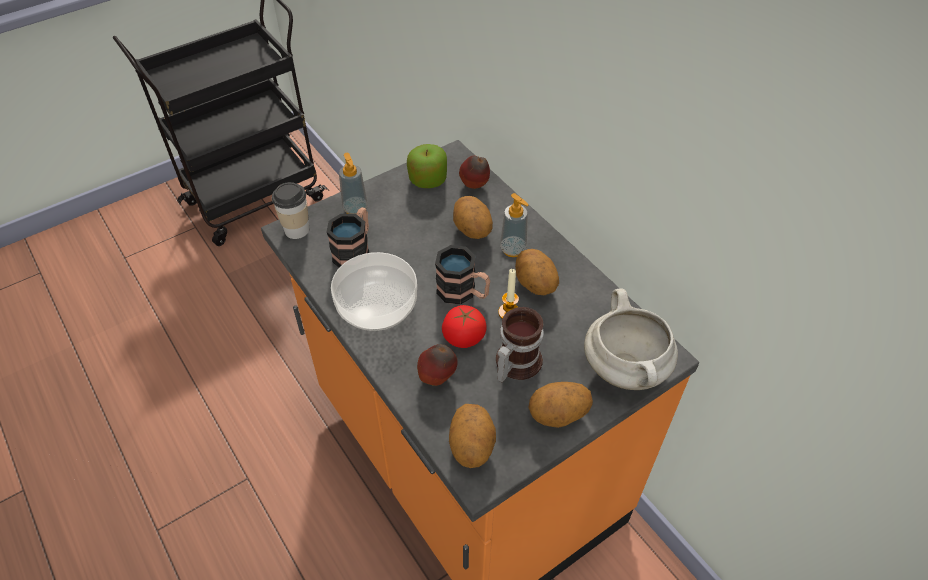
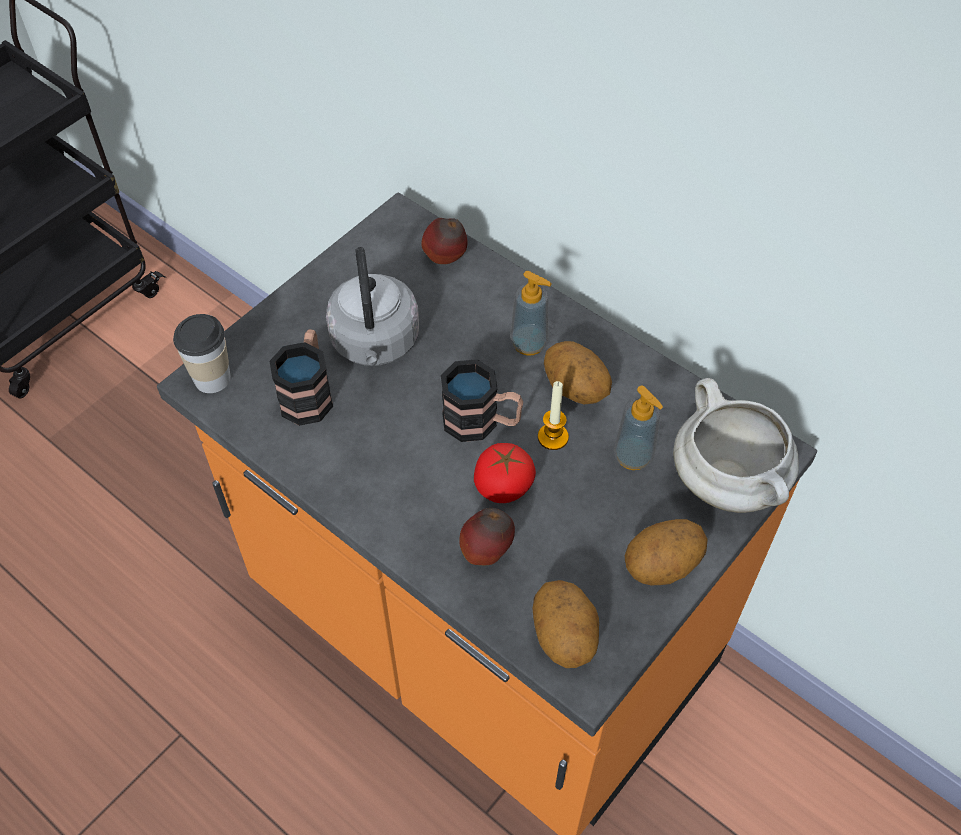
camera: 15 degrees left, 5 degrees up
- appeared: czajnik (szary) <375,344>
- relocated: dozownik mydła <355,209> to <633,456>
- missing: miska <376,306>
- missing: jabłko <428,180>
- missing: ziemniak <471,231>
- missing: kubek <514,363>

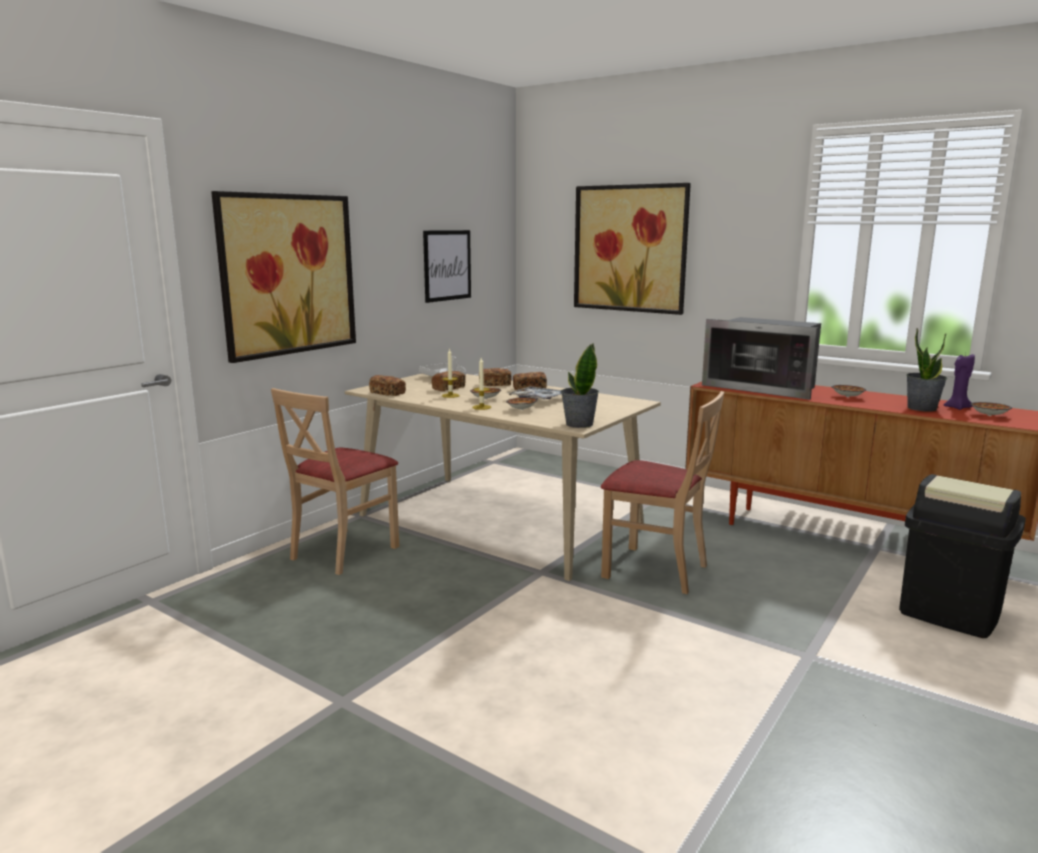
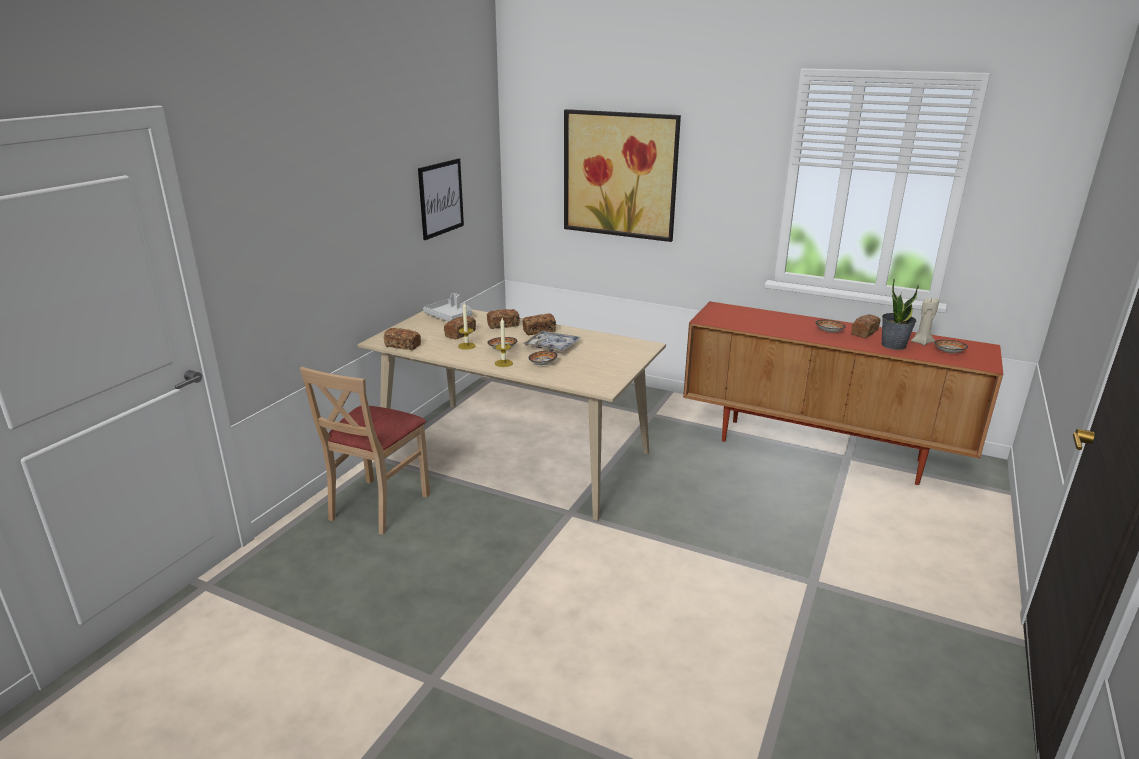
camera: 10 degrees left, 10 degrees up
- appeared: chleb <864,332>
- colour: świeca (fioletowy) <957,407> to świeca (beżowy) <921,342>
- missing: obraz <288,274>
- missing: roślina doniczkowa <578,424>
- missing: krzesło (beżowy) <655,570>
- missing: mikrofalówka <763,387>
- missing: kosz na śmieci (czarny) <949,613>

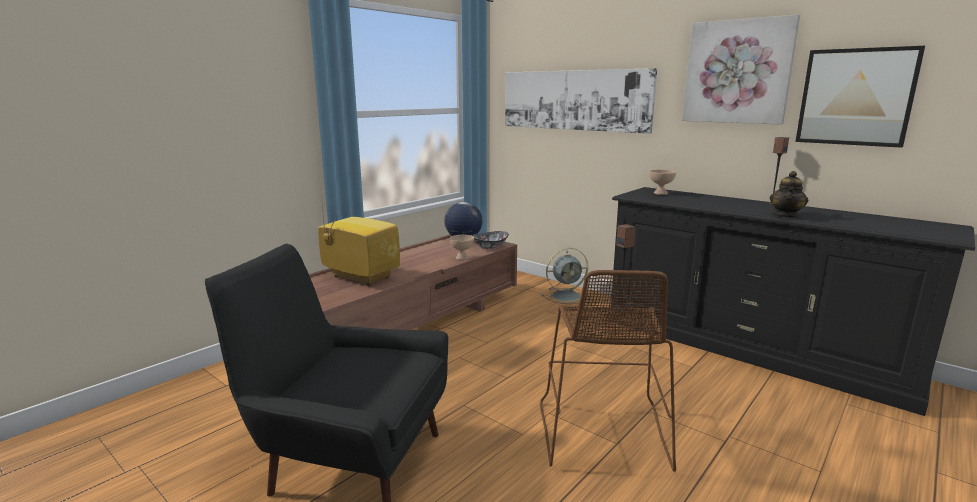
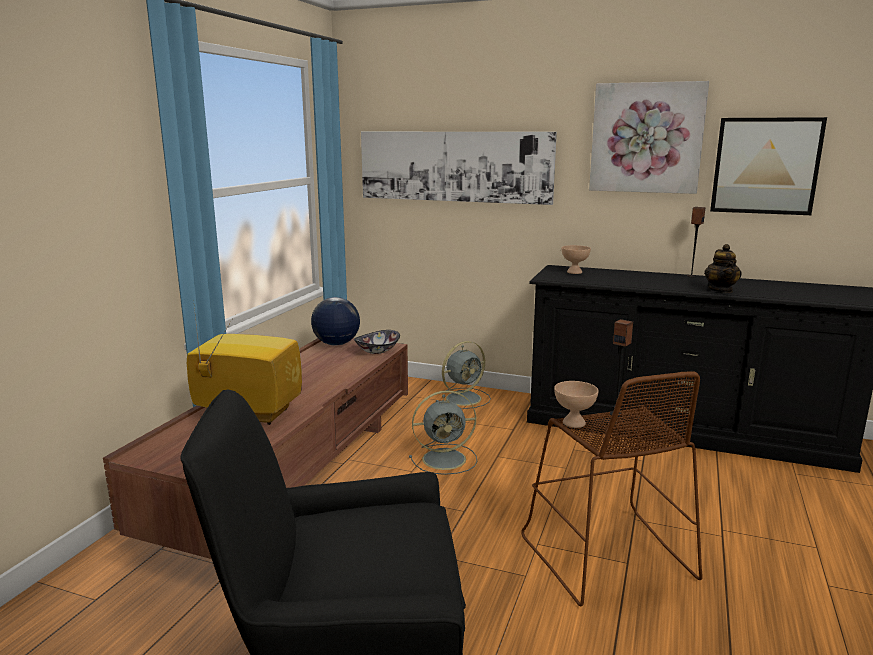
camera: 20 degrees left, 0 degrees up
- appeared: wentylator (szary) <446,459>
- relocated: miska (beżowy) <461,258> to <573,423>

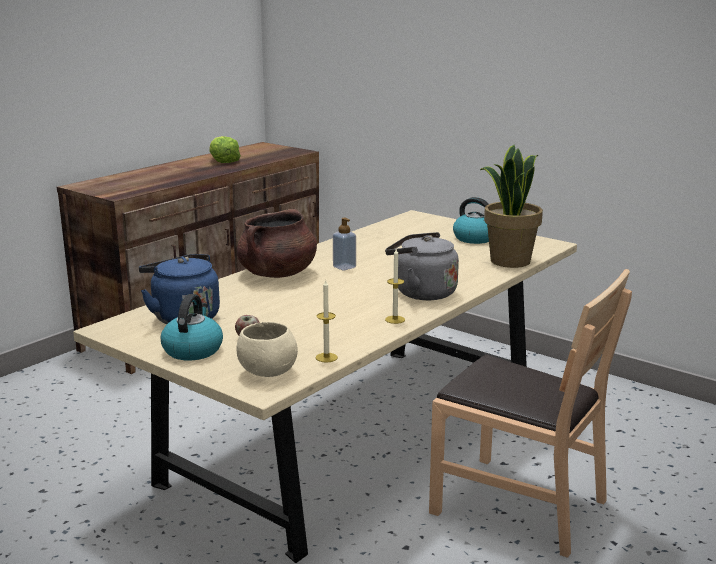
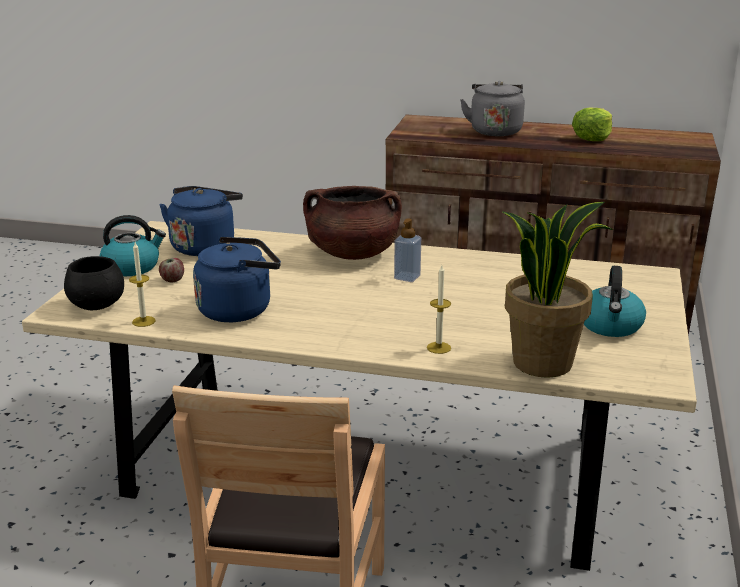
camera: 65 degrees right, 5 degrees up
- colour: miska (beżowy) <267,372> to miska (czarny) <97,305>
- appeared: czajnik (niebieski) <239,309>
- relocated: świeca <395,319> to <439,348>
- relocated: czajnik (szary) <421,293> to <495,131>

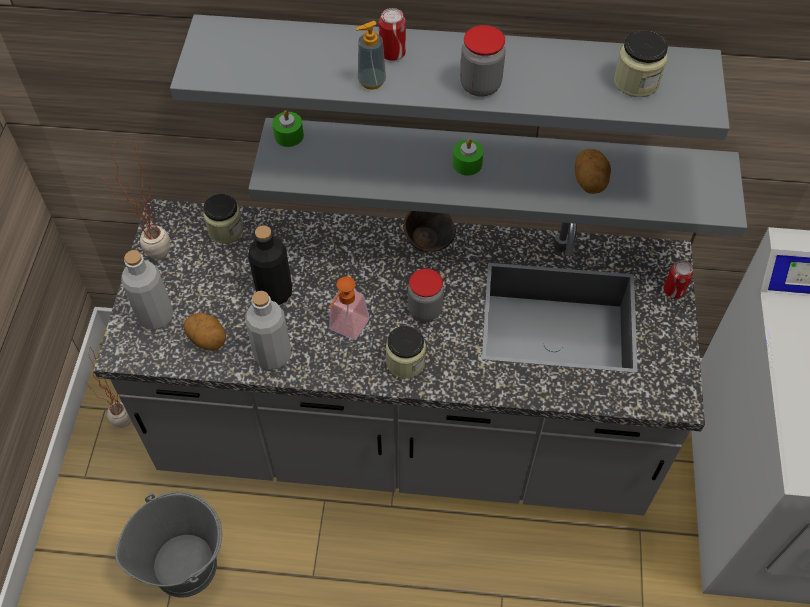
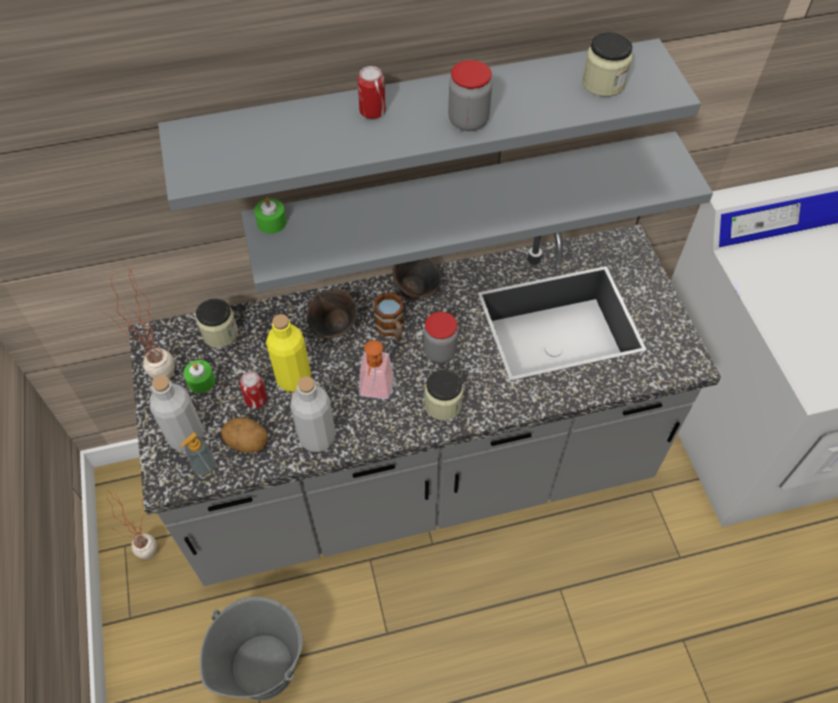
camera: 20 degrees left, 0 degrees up
- relocated: dozownik mydła <371,81> to <204,466>
- relocated: świeca (zielony) <467,164> to <201,381>
- relocated: puszka <673,290> to <256,400>
- colour: butelka (czarny) <275,293> to butelka (żółty) <293,378>
- appeared: miska (brązowy) <334,327>
- appeared: kubek <392,329>
- missing: ziemniak <590,182>

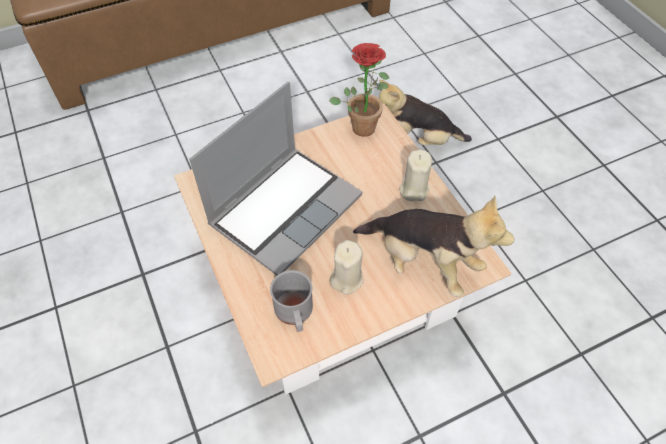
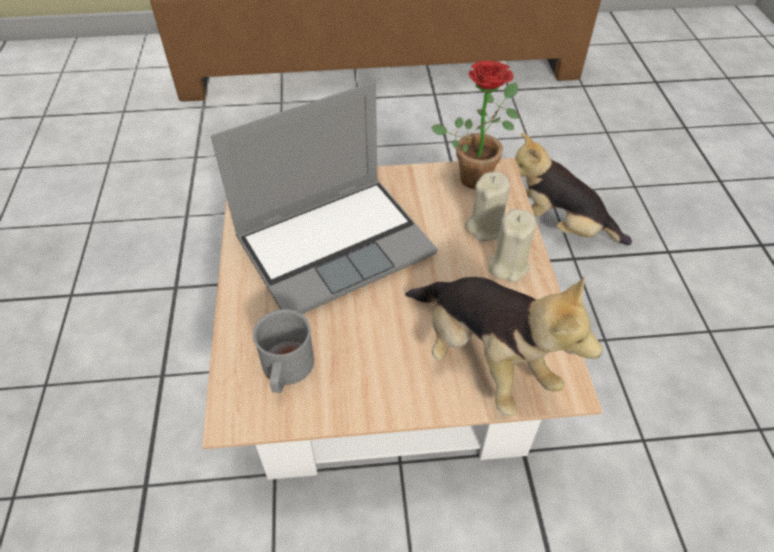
camera: 20 degrees right, 5 degrees down
- relocated: świeca (beżowy) <346,279> to <485,227>

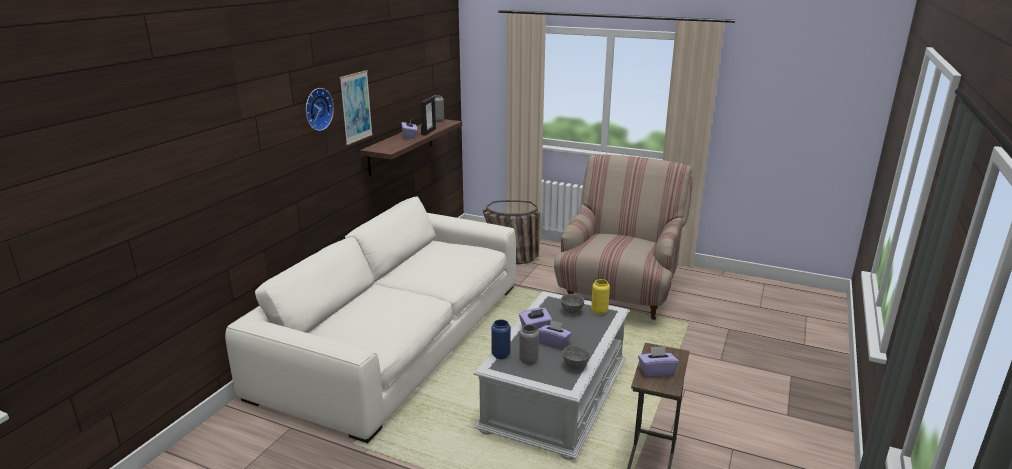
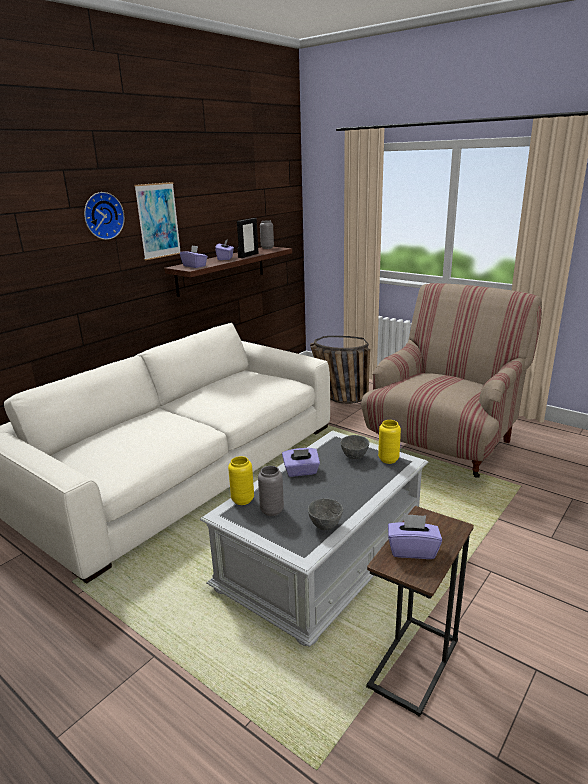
camera: 15 degrees right, 0 degrees up
- relocated: pudełko chusteczek (fioletowy) <554,343> to <194,266>
- colour: wazon (niebieski) <501,355> to wazon (żółty) <242,500>

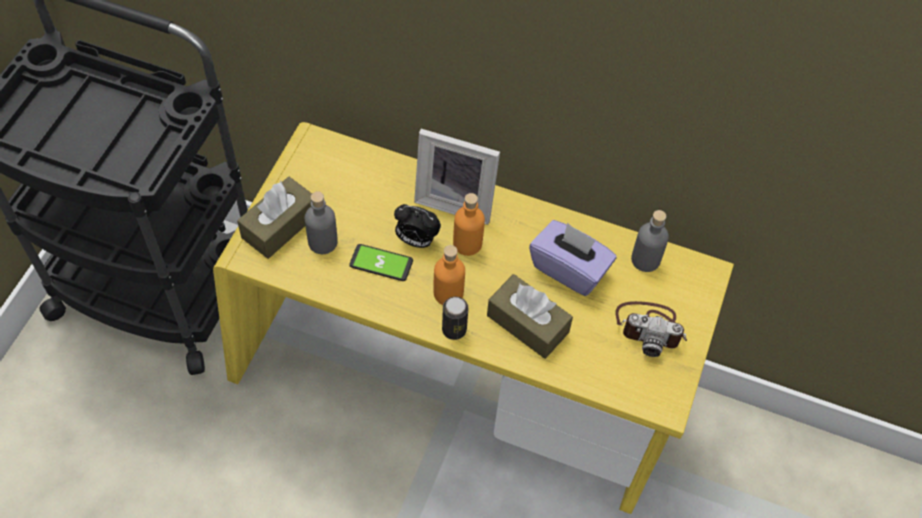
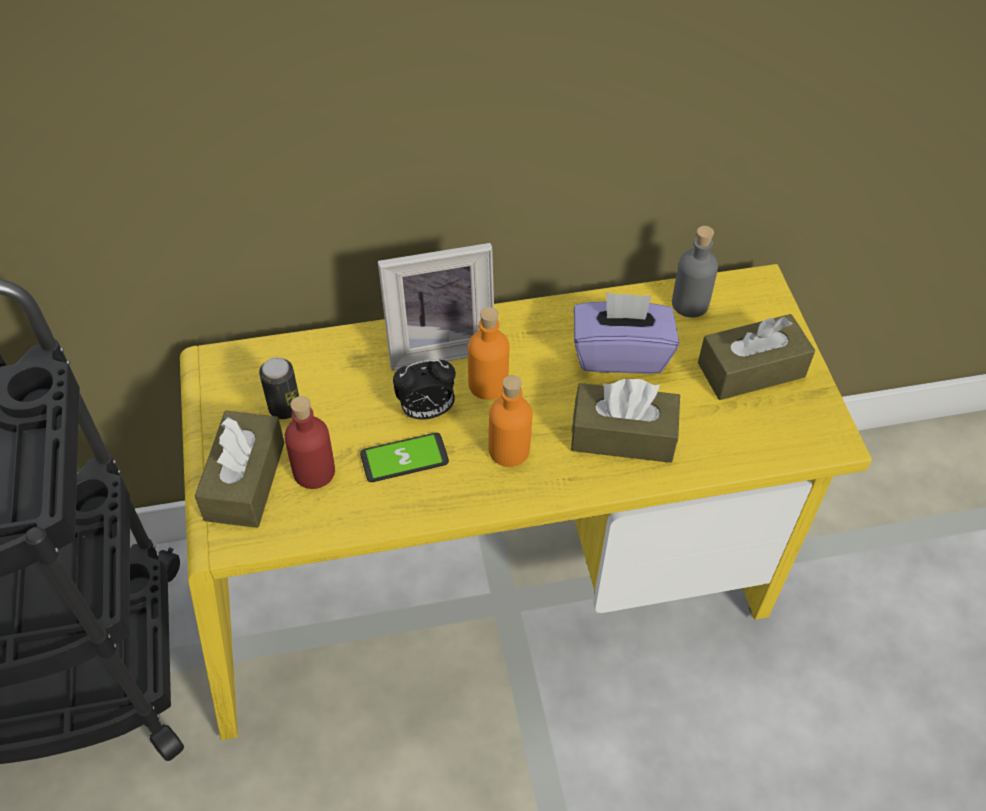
camera: 30 degrees left, 5 degrees down
- relocated: puszka <454,329> to <284,407>
- colour: butelka (szary) <323,242> to butelka (czerwony) <314,471>
- exchanged: aparat fotograficzny <650,327> to pudełko chusteczek (brązowy) <751,370>

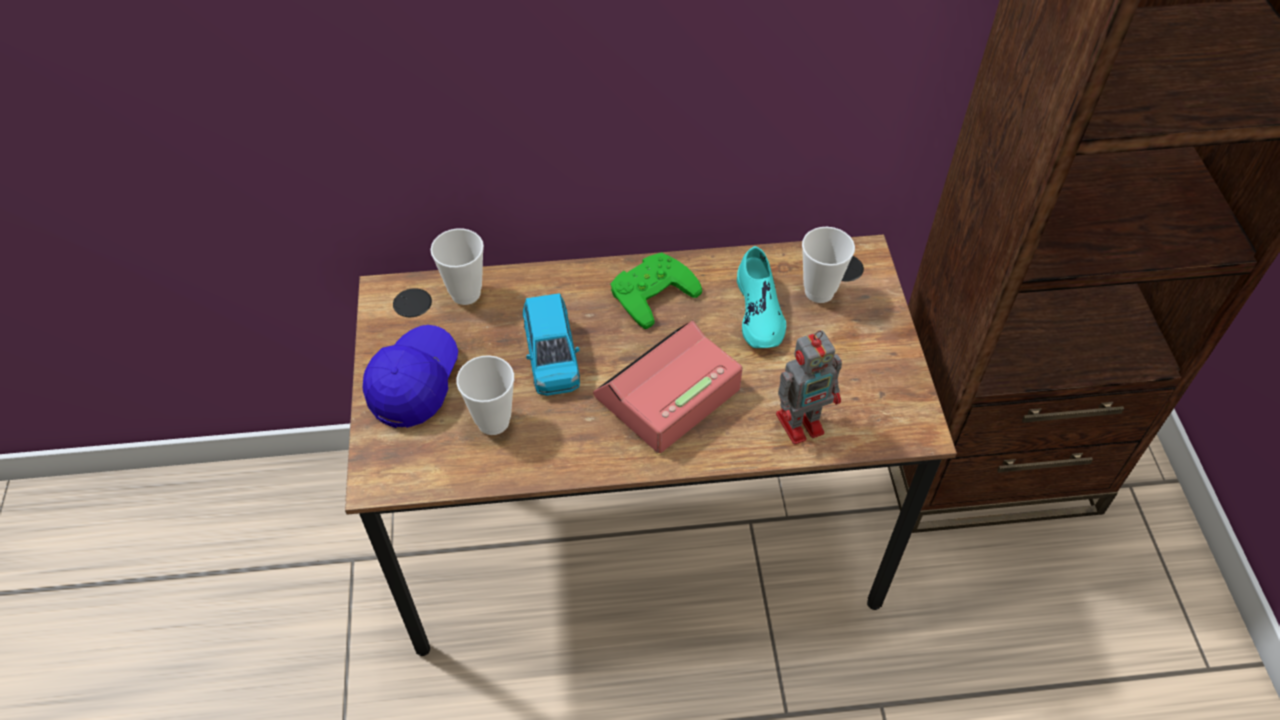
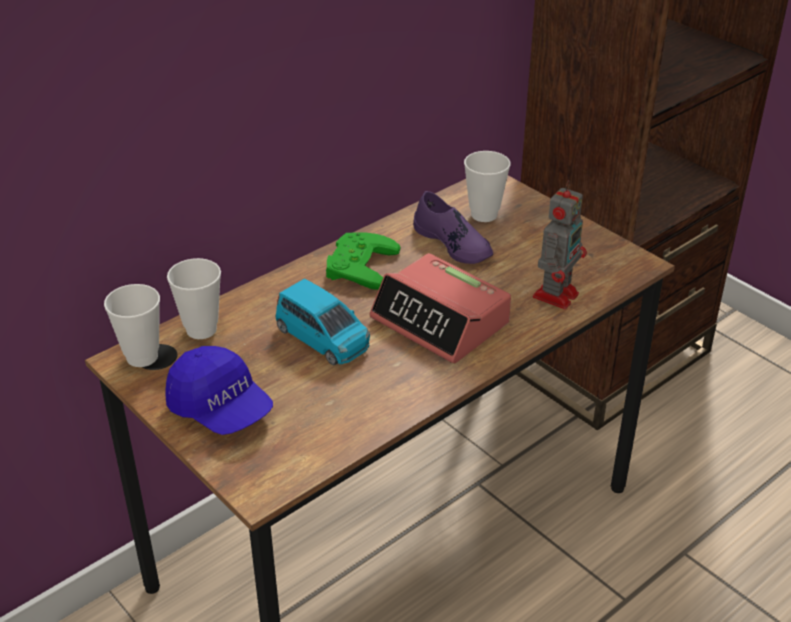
camera: 35 degrees left, 15 degrees down
- relocated: filiżanka <493,421> to <142,357>
- spun: czapka z daszkiem (niebieski) <414,384> = <221,409> 150 degrees clockwise
- spun: budzik <667,394> = <440,321> 60 degrees counterclockwise
- colour: but (turkusowy) <759,311> to but (fioletowy) <453,243>

